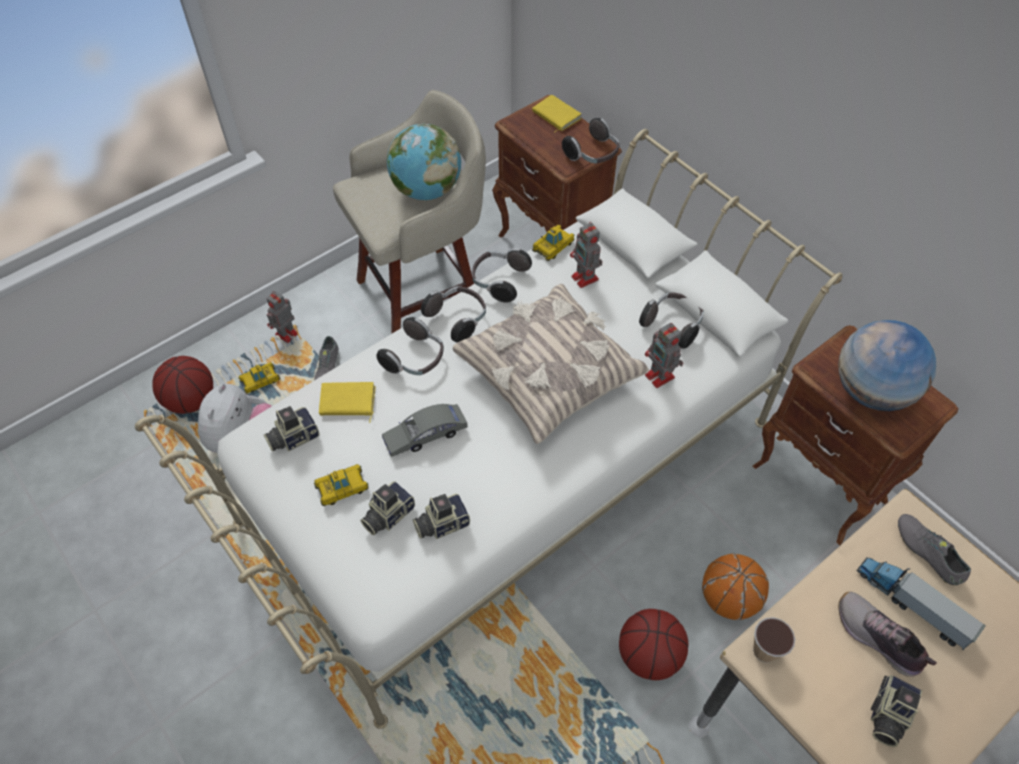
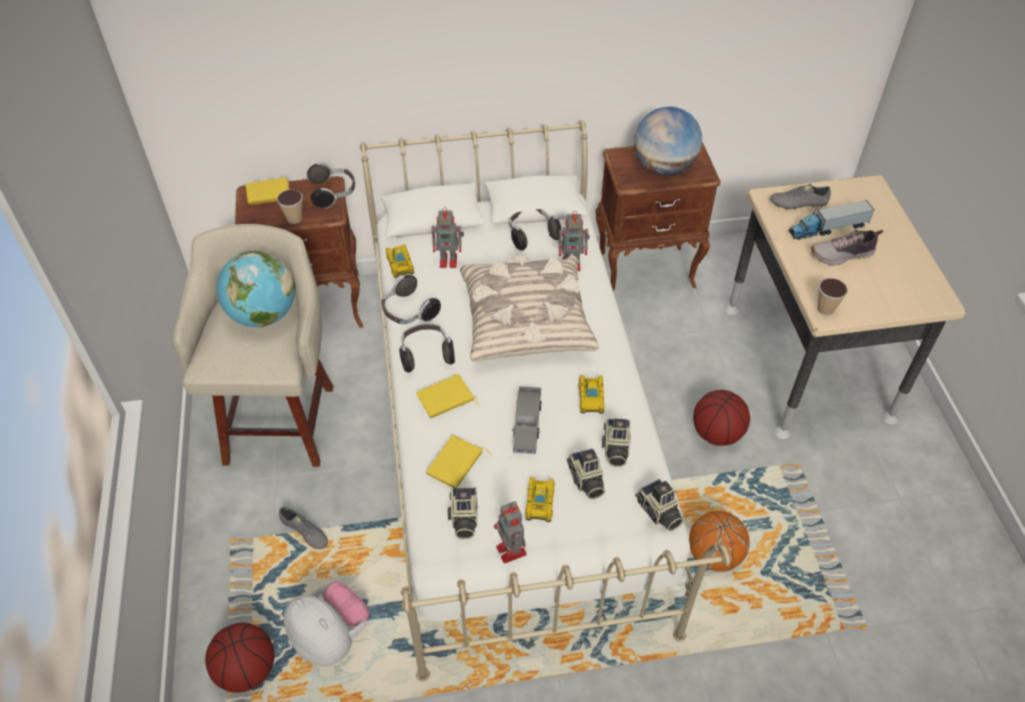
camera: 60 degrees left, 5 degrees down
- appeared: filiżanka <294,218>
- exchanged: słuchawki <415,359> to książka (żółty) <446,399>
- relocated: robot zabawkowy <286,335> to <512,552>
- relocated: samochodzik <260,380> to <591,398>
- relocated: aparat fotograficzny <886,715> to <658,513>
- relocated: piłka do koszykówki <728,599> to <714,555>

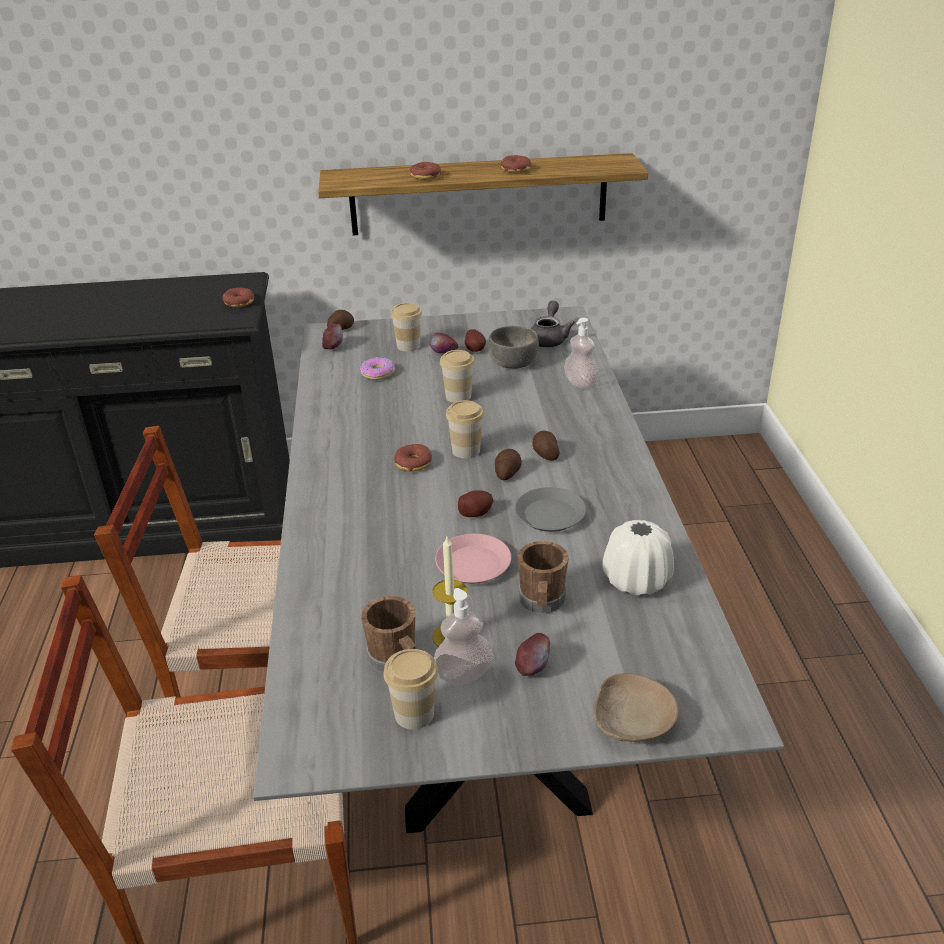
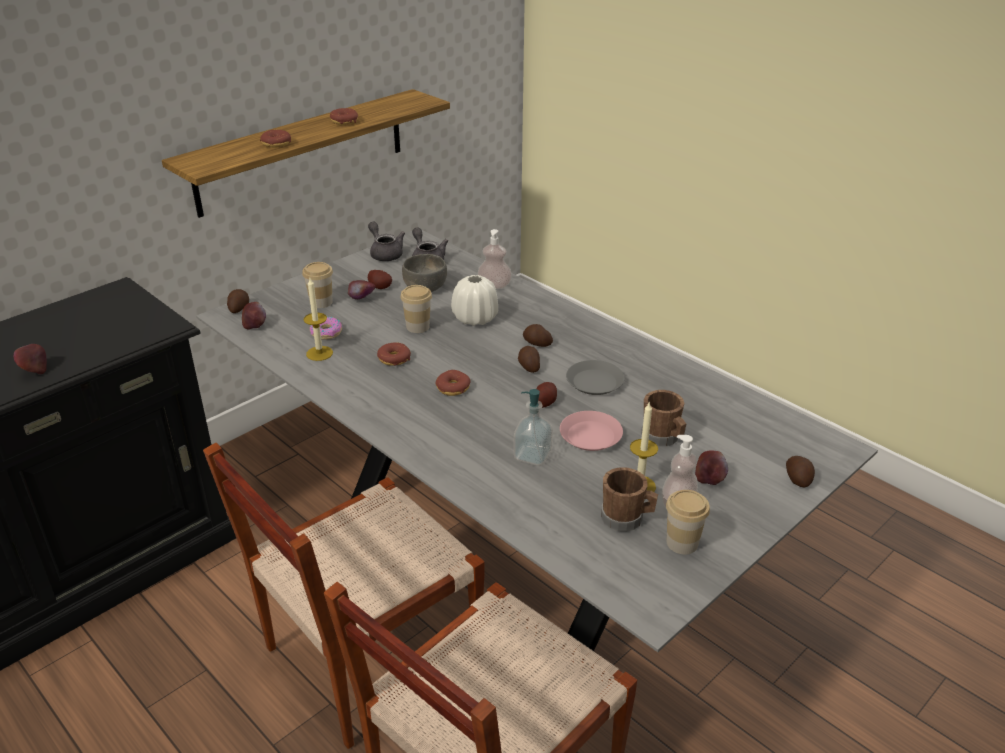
camera: 40 degrees left, 0 degrees up
- appeared: jabłko <34,370>
- appeared: świeca <319,353>
- appeared: imbryk (szary) <385,253>
- relocated: donut <239,302> to <394,359>
- relocated: wazon (biały) <636,580> to <475,318>
- appeared: dozownik mydła <532,455>
- exchanged: miska (beżowy) <632,722> to ziemniak <798,478>
- missing: filiżanka <466,450>

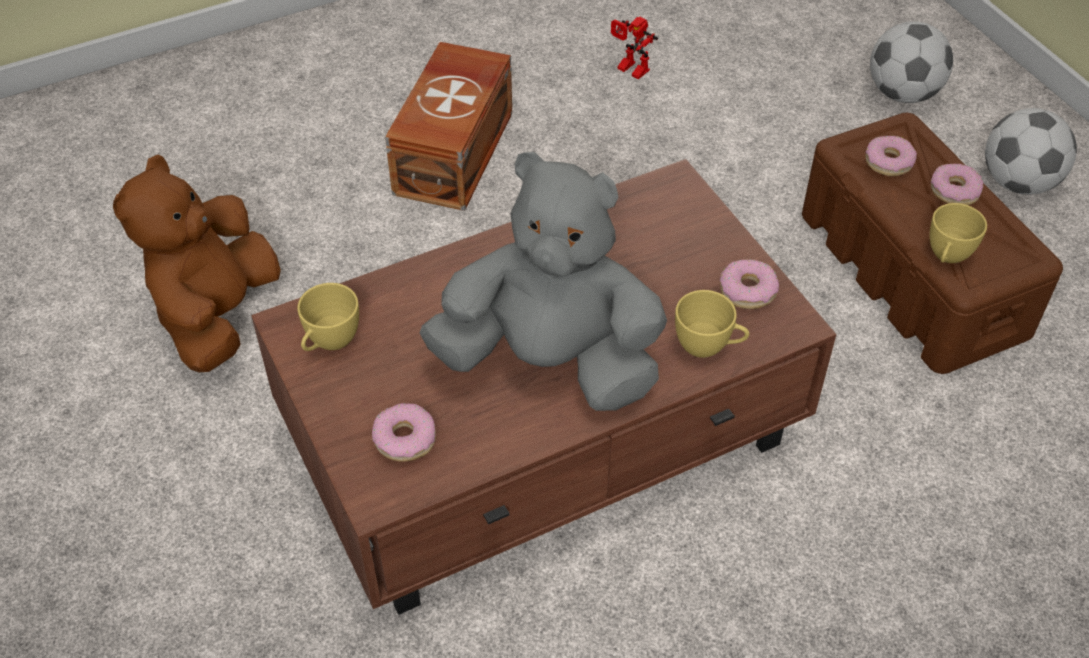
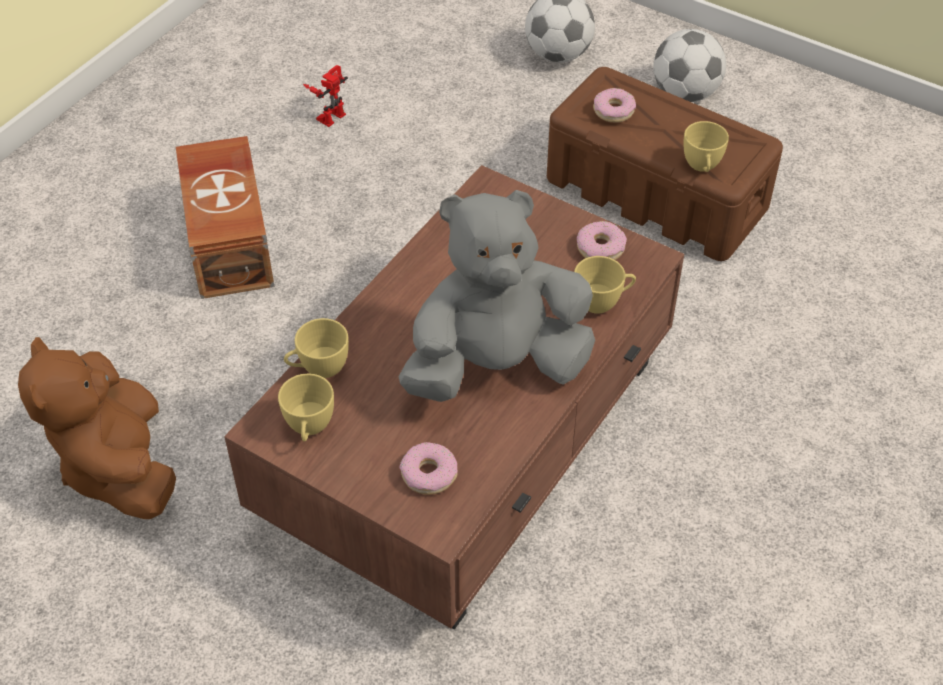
camera: 30 degrees left, 0 degrees up
- appeared: filiżanka (żółty) <318,368>
- spun: robot zabawkowy <629,70> = <329,114> 120 degrees clockwise
- missing: donut <954,191>

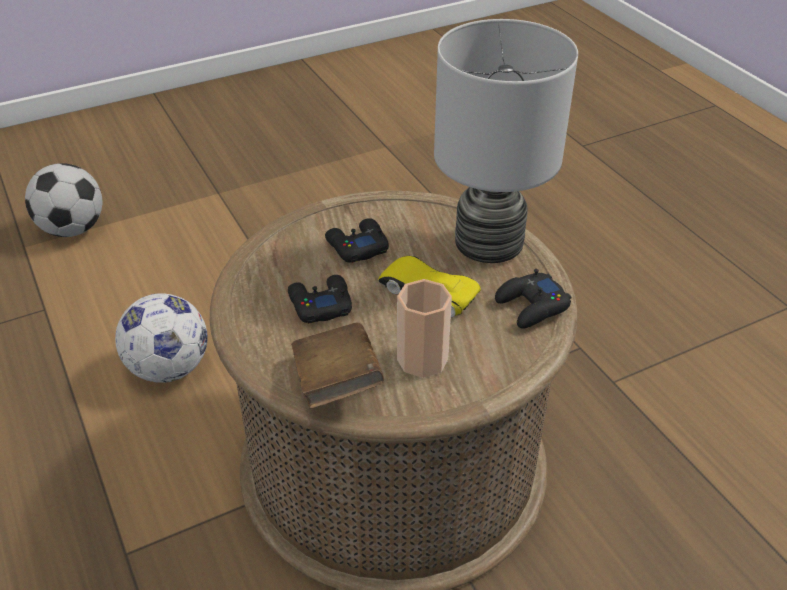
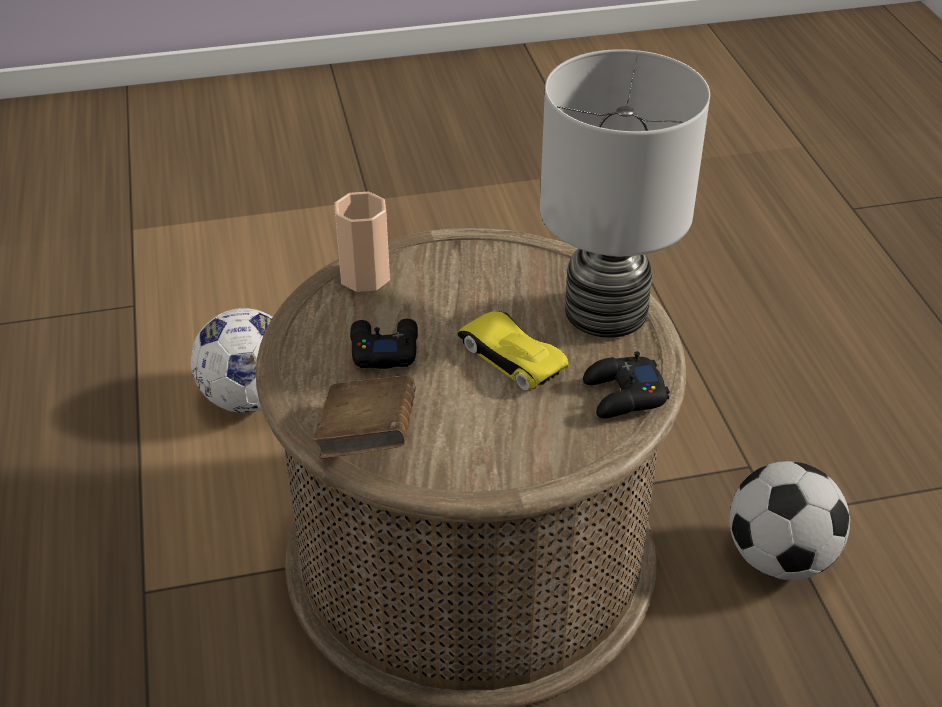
camera: 15 degrees right, 0 degrees up
- relocated: filiżanka <422,359> to <365,276>
- relocated: piłka futbolowa <74,229> to <780,558>
- missing: pad do gier (czarny) <356,246>

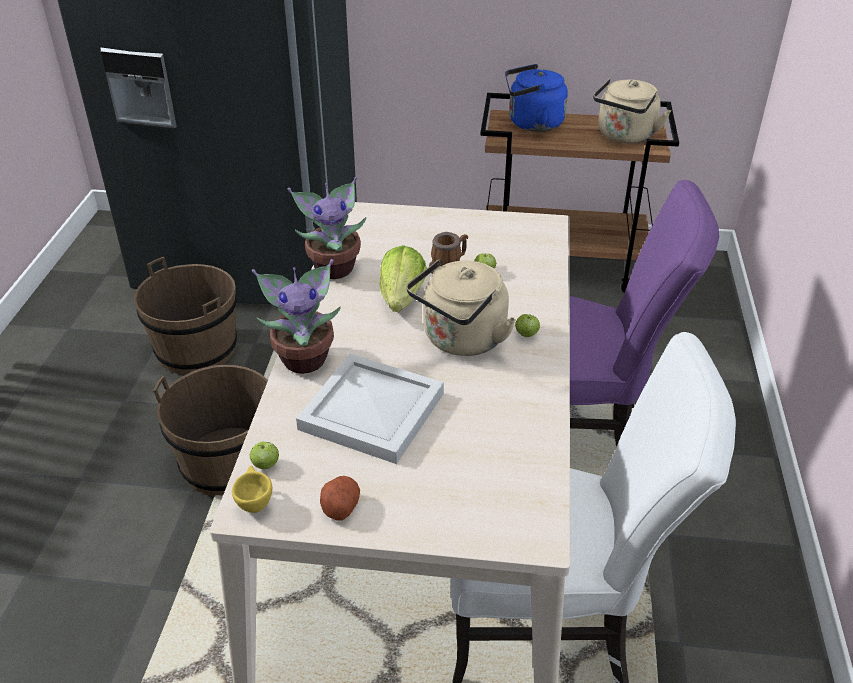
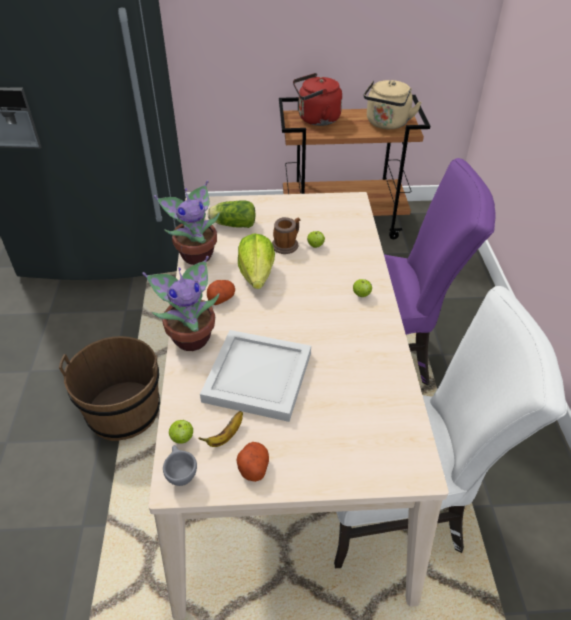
camera: 10 degrees left, 5 degrees up
- colour: filiżanka (żółty) <254,502> to filiżanka (szary) <180,474>
- appeared: banan <225,436>
- appeared: ziemniak <221,298>
- appeared: sałata <232,224>
- colour: czajnik (niebieski) <532,124> to czajnik (czerwony) <316,119>
- missing: wiadro (brązowy) <197,349>
- missing: czajnik (beżowy) <461,340>

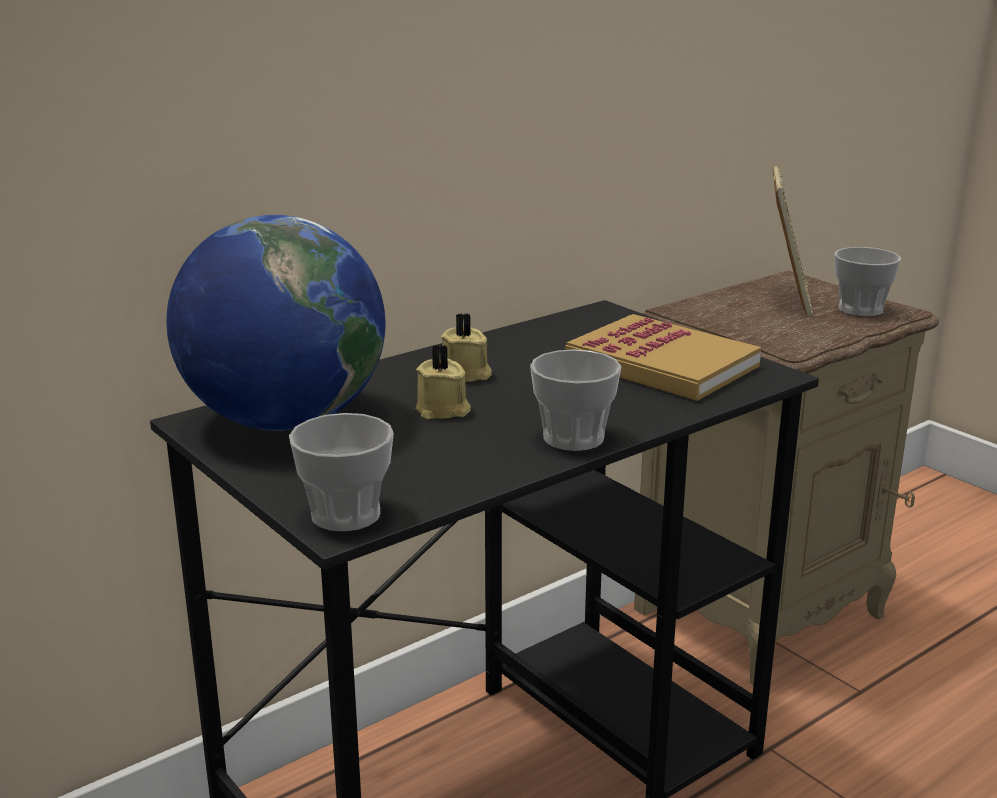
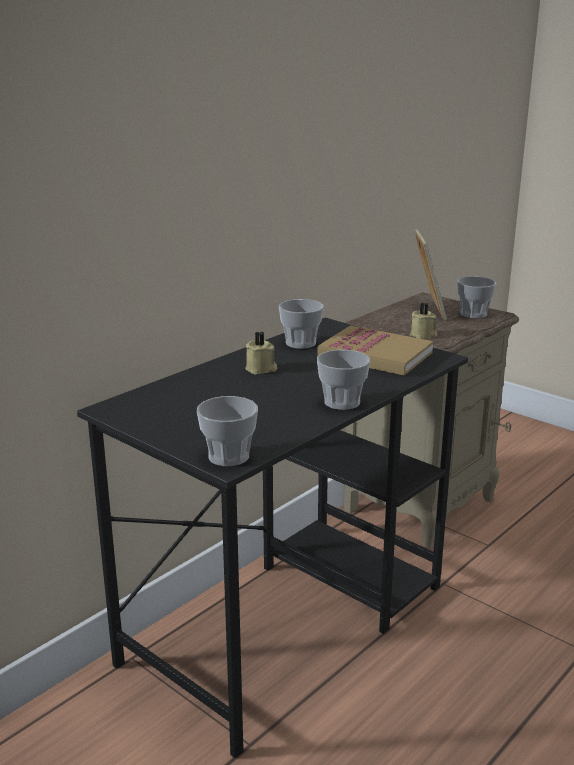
camera: 10 degrees left, 0 degrees up
- appeared: filiżanka <301,343>
- relocated: świeca (beżowy) <443,411> to <423,335>
- missing: globus <284,421>

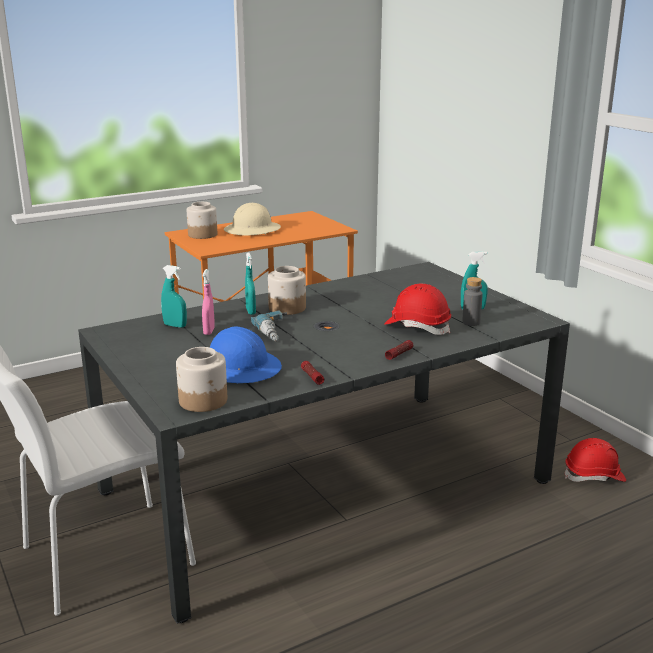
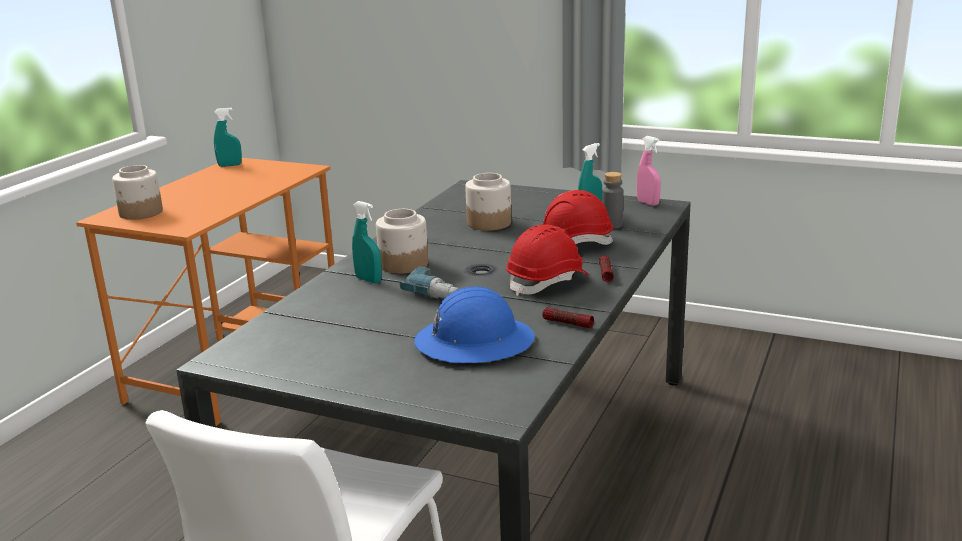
camera: 35 degrees left, 0 degrees up
- relocated: spryskiwacz (turkusowy) <175,325> to <230,165>
- relocated: słoik <203,401> to <489,223>
- relocated: kask (czerwony) <594,476> to <548,282>
- relocated: spryskiwacz (różowy) <209,331> to <648,203>
- missing: kask (beżowy) <252,230>

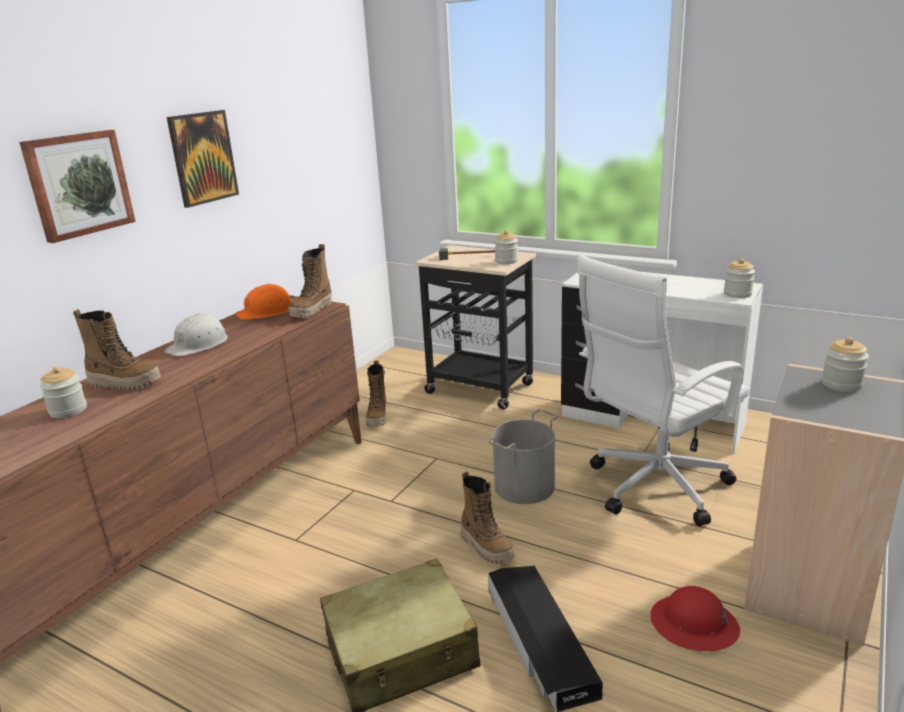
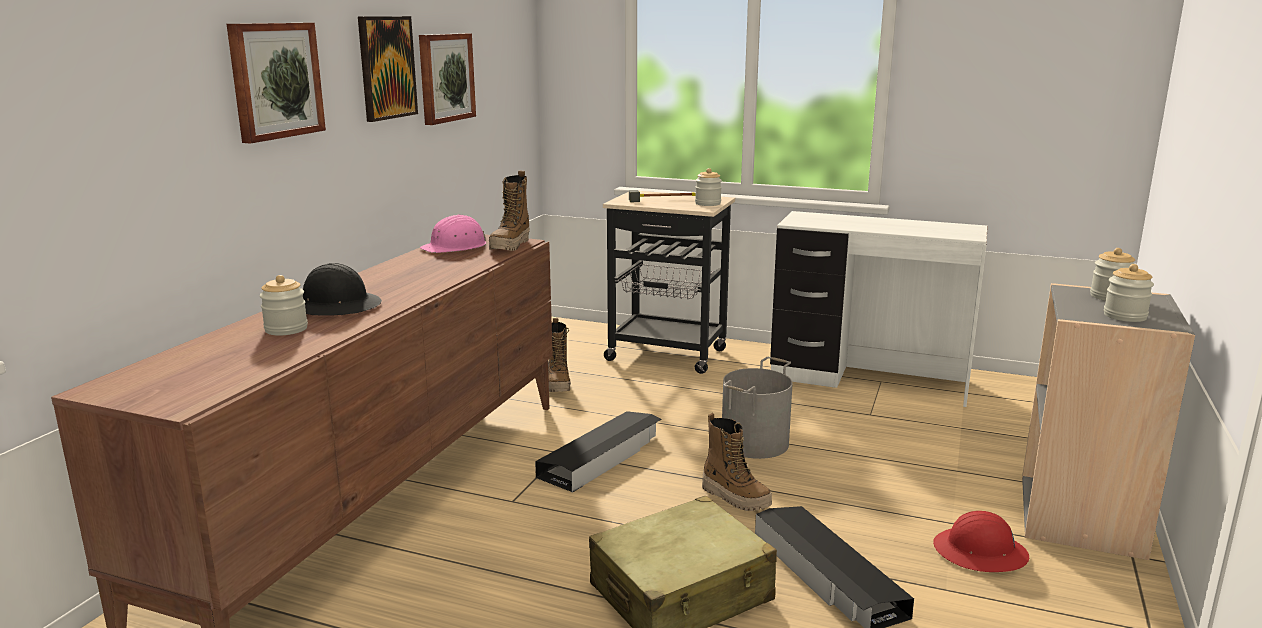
camera: 10 degrees left, 5 degrees down
- exchanged: but z cholewką <125,383> to kask (czarny) <336,306>
- appeared: obraz <445,77>
- colour: kask (pomarańczowy) <266,311> to kask (różowy) <455,246>
- appeared: pojemnik do przechowywania (czarny) <602,457>
- relocated: słoik <737,294> to <1125,316>
- missing: kask (biały) <199,344>
- missing: krzesło biurowe (biały) <653,488>

